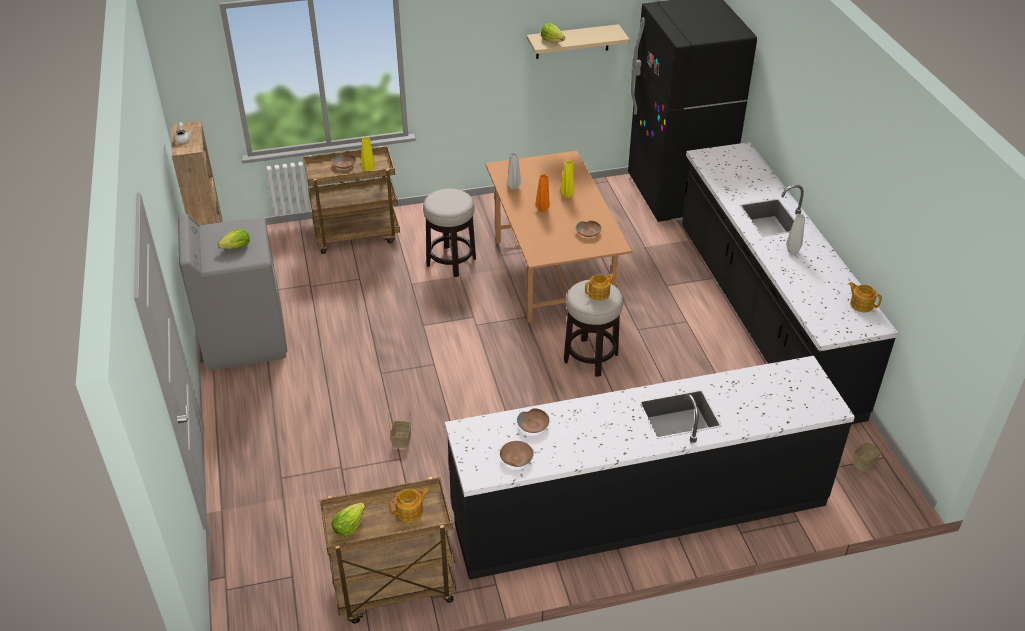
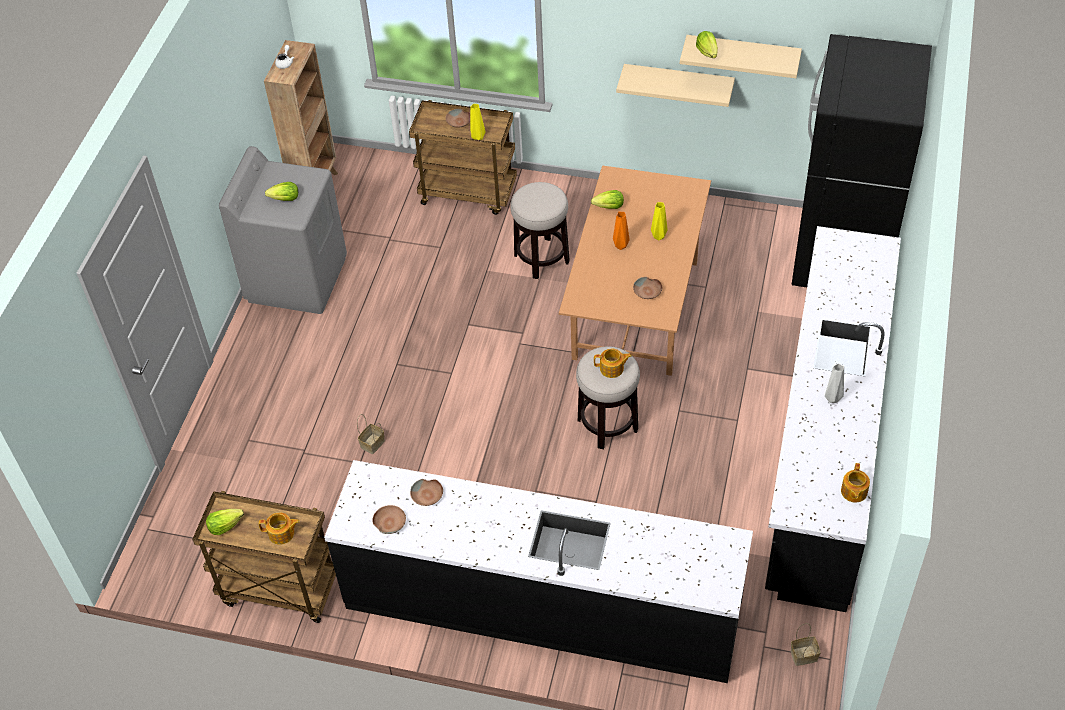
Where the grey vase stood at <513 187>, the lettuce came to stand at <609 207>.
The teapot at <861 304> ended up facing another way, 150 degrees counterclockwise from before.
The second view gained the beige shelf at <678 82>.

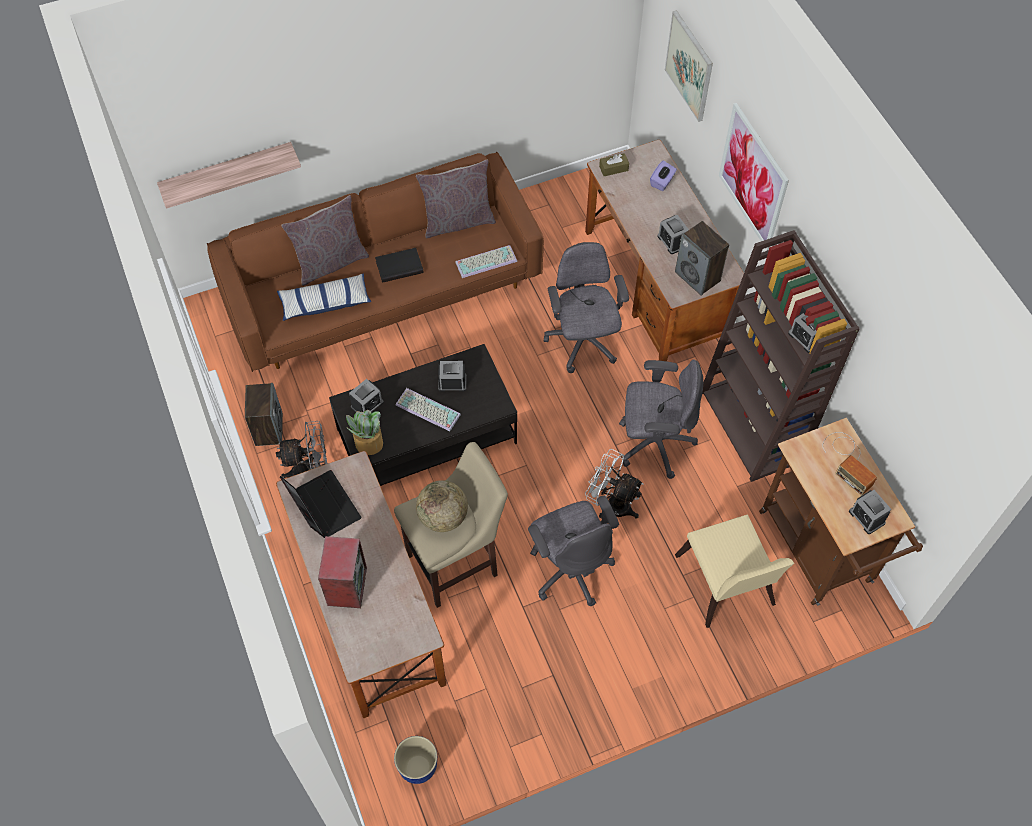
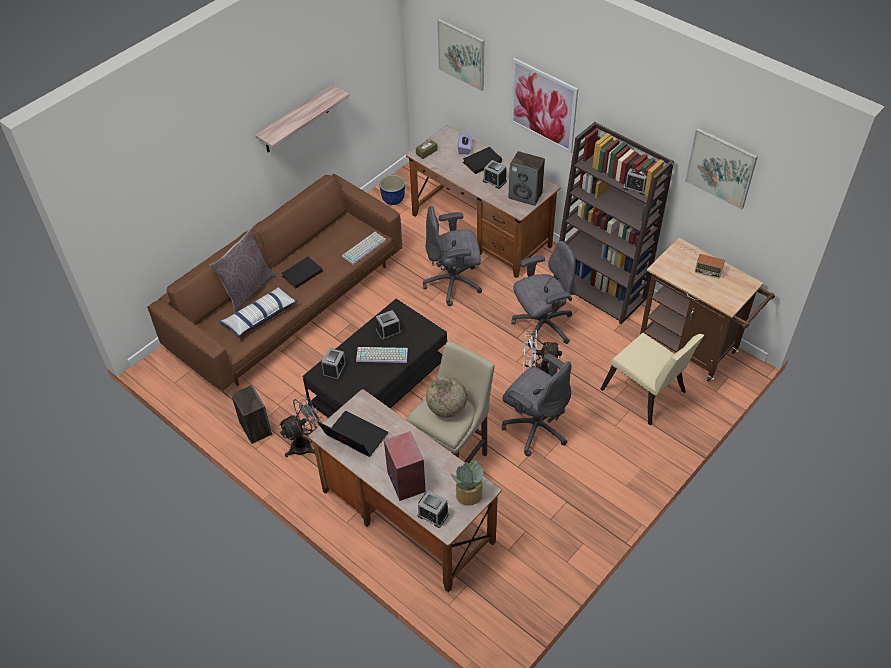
The shelf ended up elsewhere, having gone from <228 173> to <296 120>.
The second view lost the grey pillow at <457 221>.
The grey office chair at <583 343> ended up facing another way, 60 degrees counterclockwise from before.
The potted plant ended up elsewhere, having gone from <368 443> to <468 495>.
The alarm clock ended up elsewhere, having gone from <866 517> to <433 514>.
The planter ended up elsewhere, having gone from <417 767> to <393 200>.
The second view gained the picture at <720 168>.
The second view gained the black book at <482 161>.

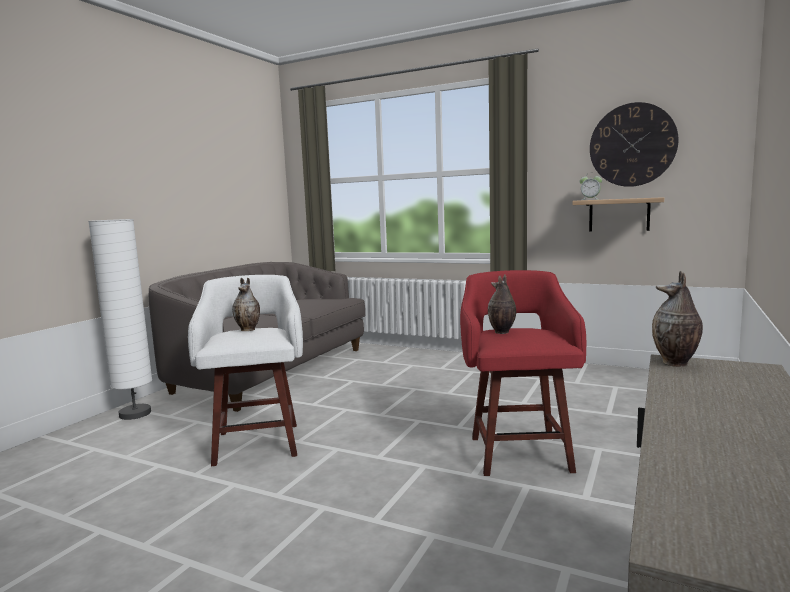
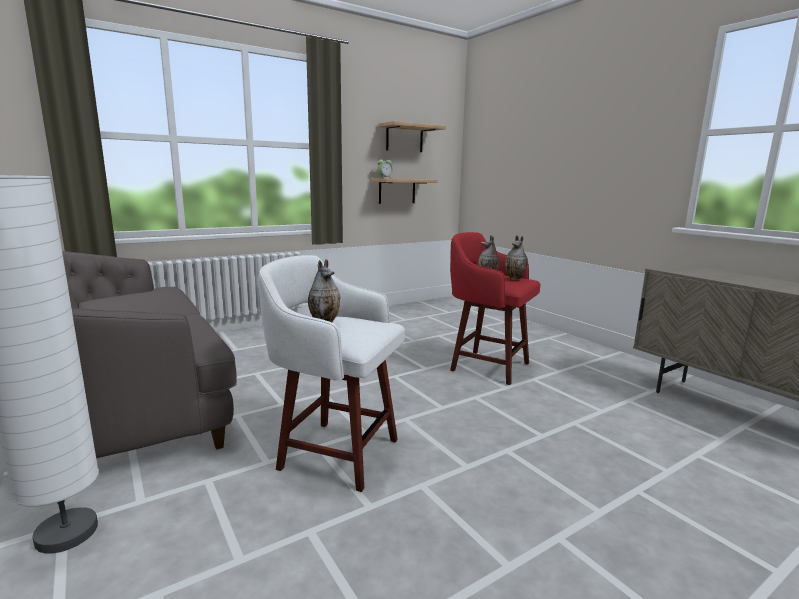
Where the wall clock hung at <632 145>, the shelf came to hang at <404 138>.
The vase ended up elsewhere, having gone from <676 363> to <515 279>.

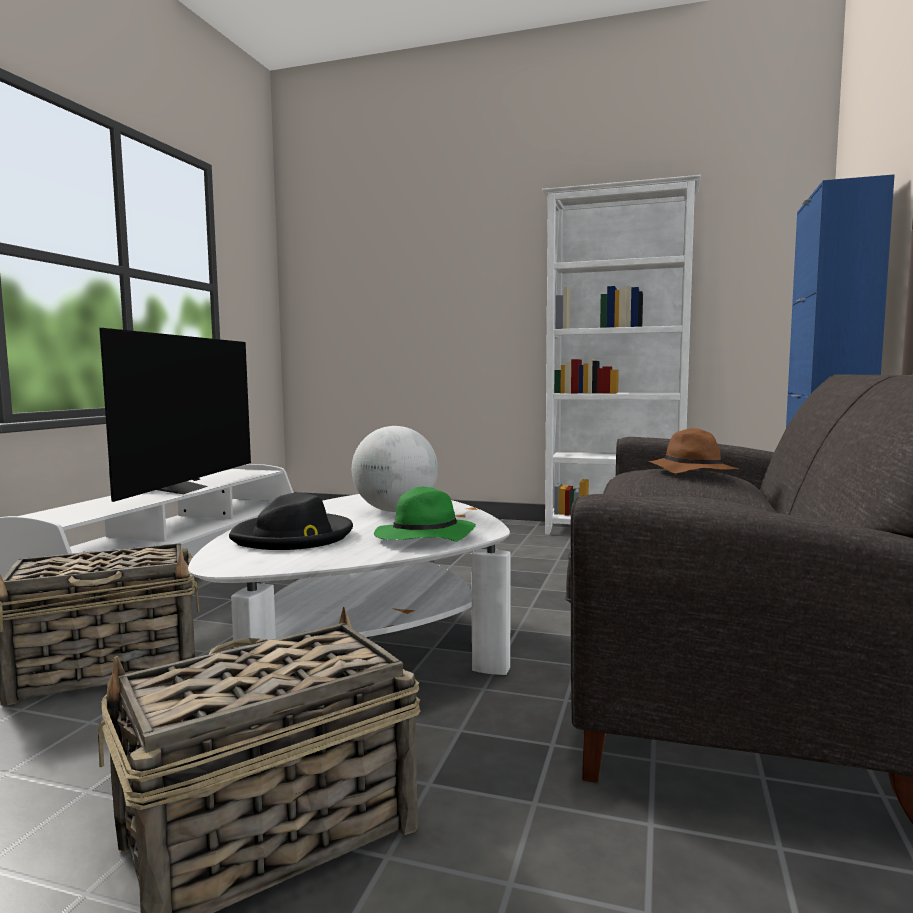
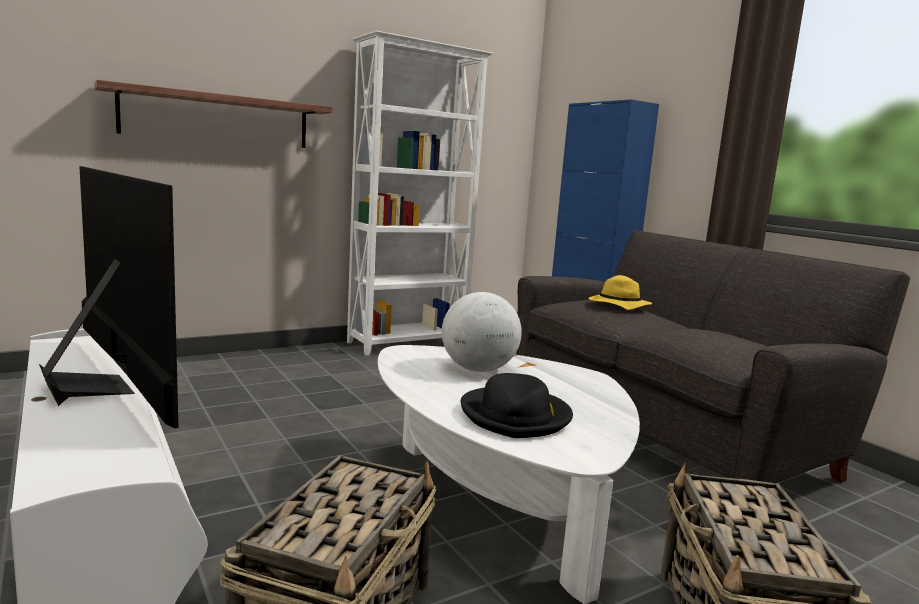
What was the brown hat at <690 472> turned into the yellow hat at <618 305>.
The second view lost the green hat at <424 538>.
The second view gained the shelf at <217 119>.

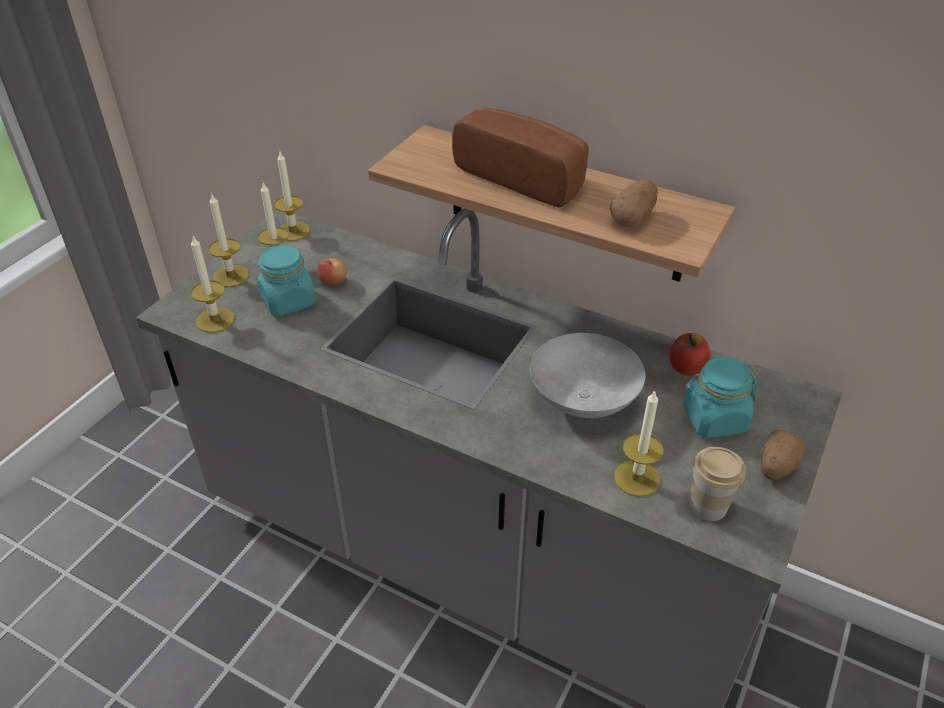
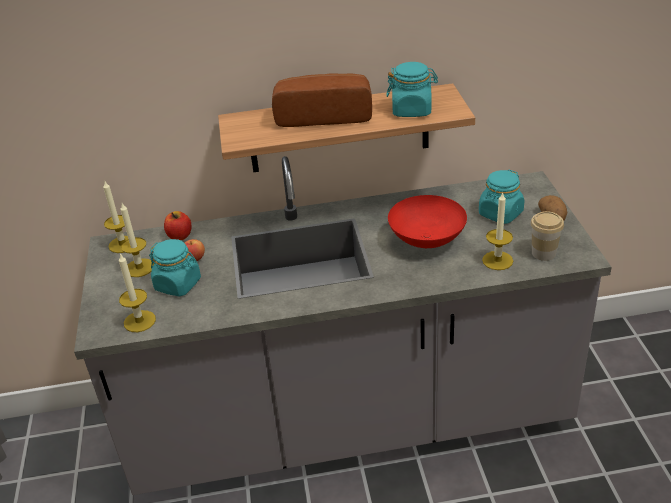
Where the potato stood at <633 219>, the turquoise jar came to stand at <412 110>.
The second view lost the candle at <231 276>.
What was the grey bowl at <581 401> turned into the red bowl at <426 241>.
The apple ended up elsewhere, having gone from <686 368> to <180 236>.

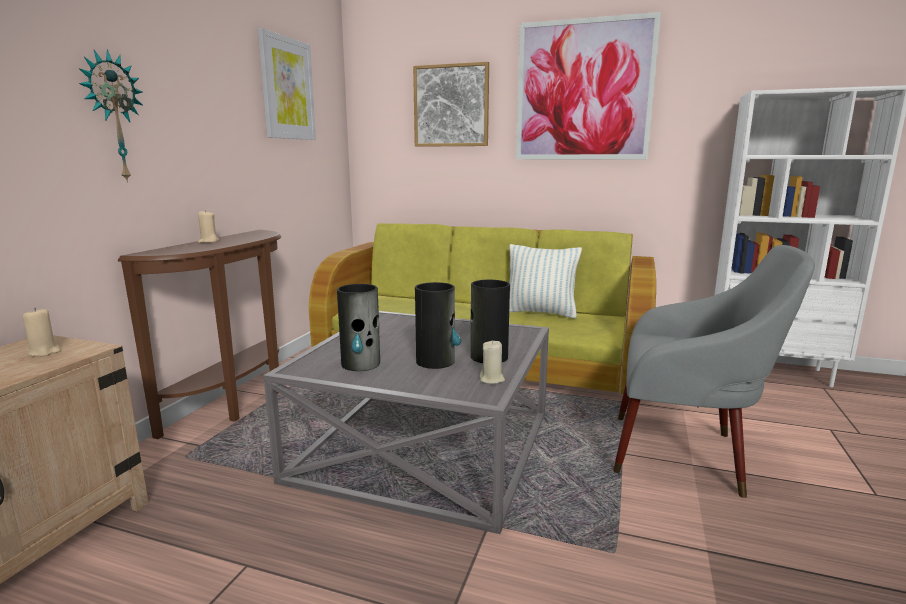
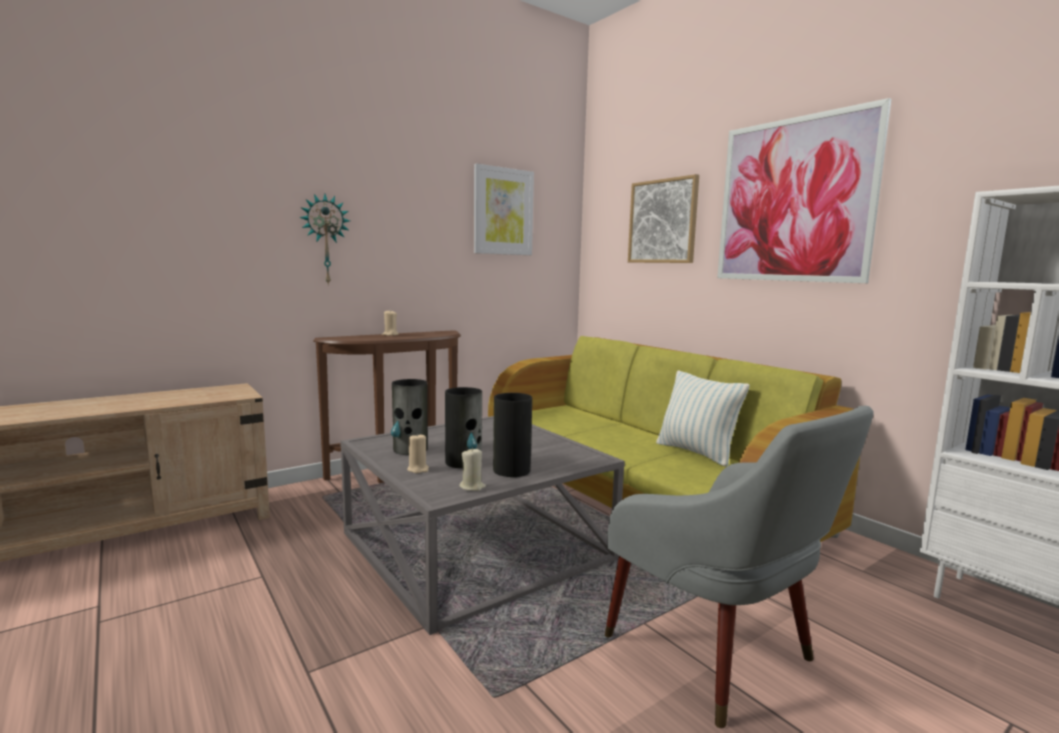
The beige candle ended up elsewhere, having gone from <44 352> to <418 469>.

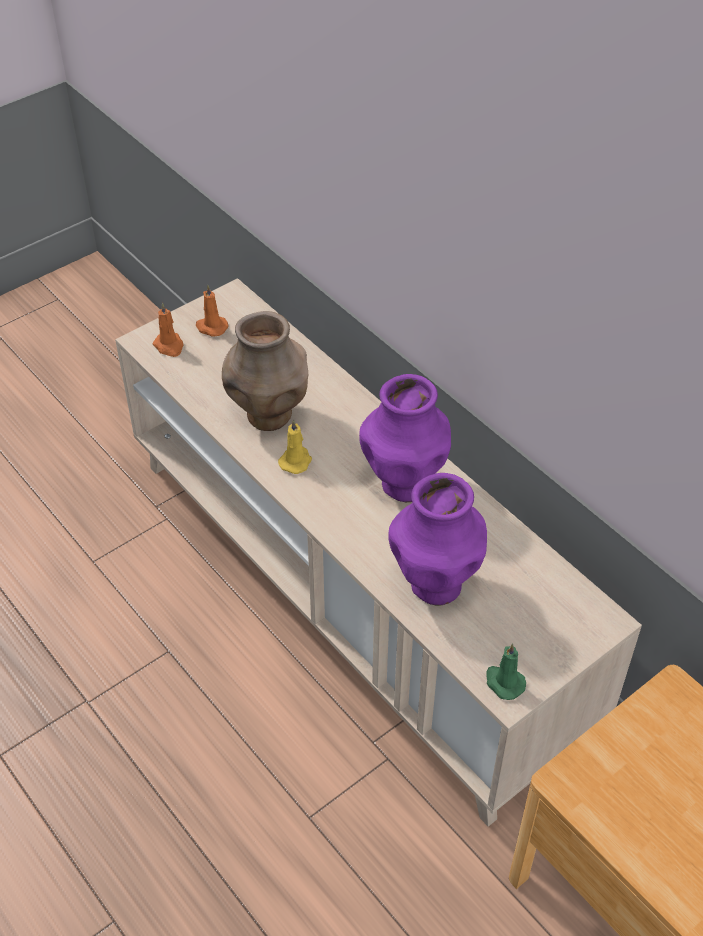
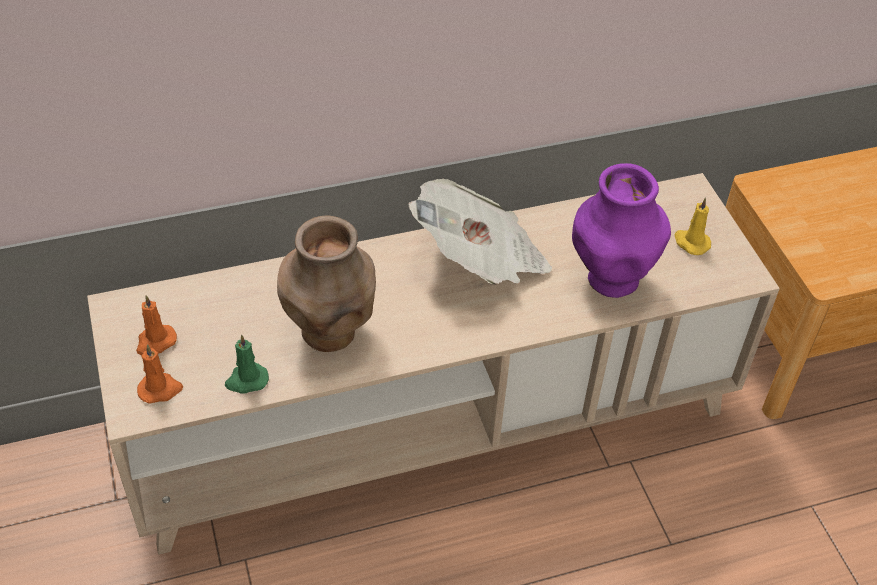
Where the purple vase stood at <404 483>, the newspaper came to stand at <480 260>.
The yellow candle ended up elsewhere, having gone from <296 461> to <691 242>.
The green candle ended up elsewhere, having gone from <504 682> to <246 380>.

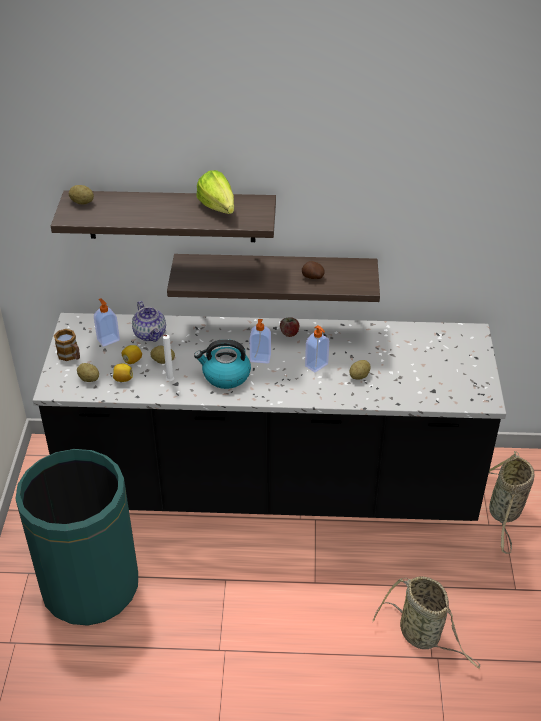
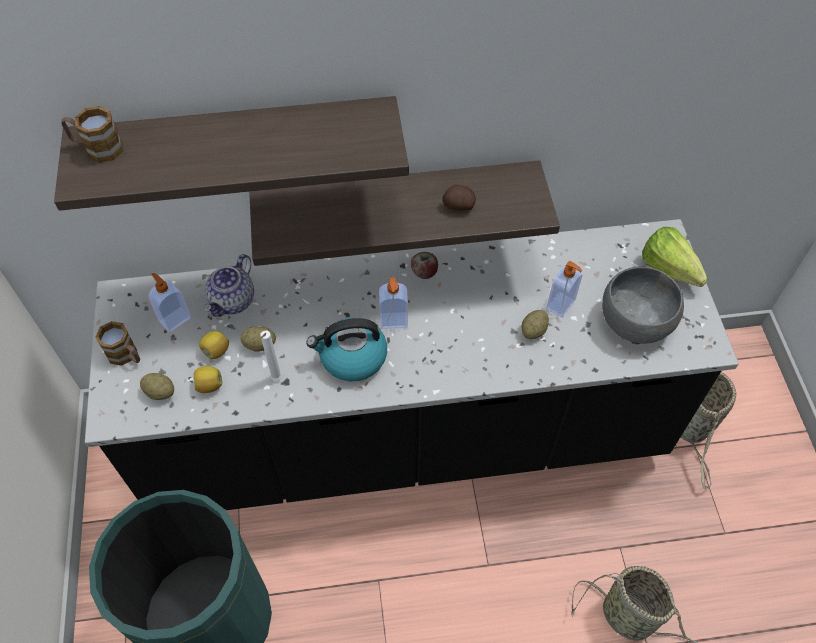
The lettuce ended up elsewhere, having gone from <219 210> to <672 274>.
Where the potato stood at <82 202>, the mug came to stand at <97 148>.
The teapot at <150 334> ended up facing another way, 60 degrees clockwise from before.
The soap dispenser ended up elsewhere, having gone from <317 365> to <561 305>.
The second view gained the grey bowl at <636 321>.

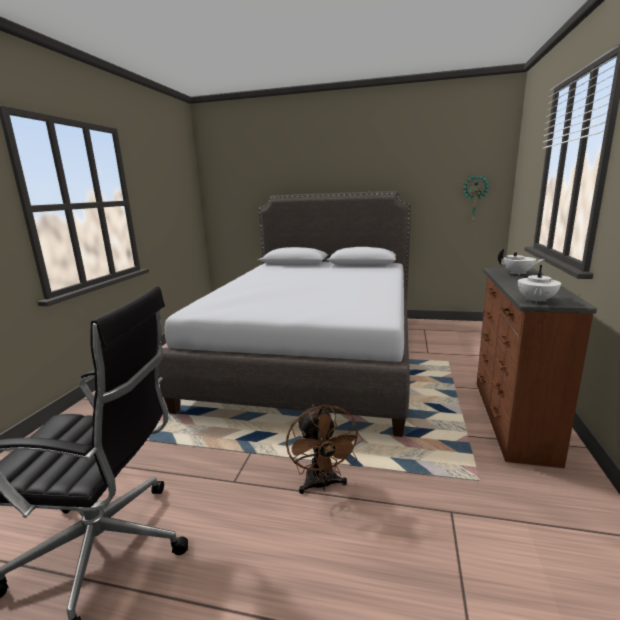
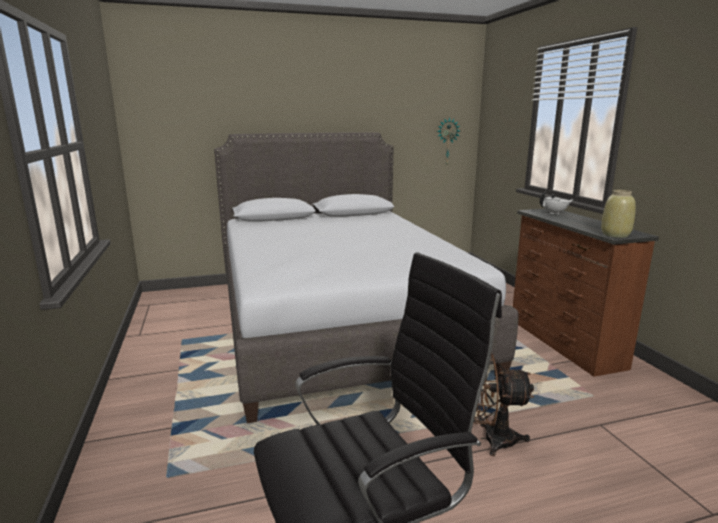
Where the white teapot stood at <535 301>, the beige vase came to stand at <615 235>.
The brown fan at <322 485> ended up facing another way, 135 degrees clockwise from before.

